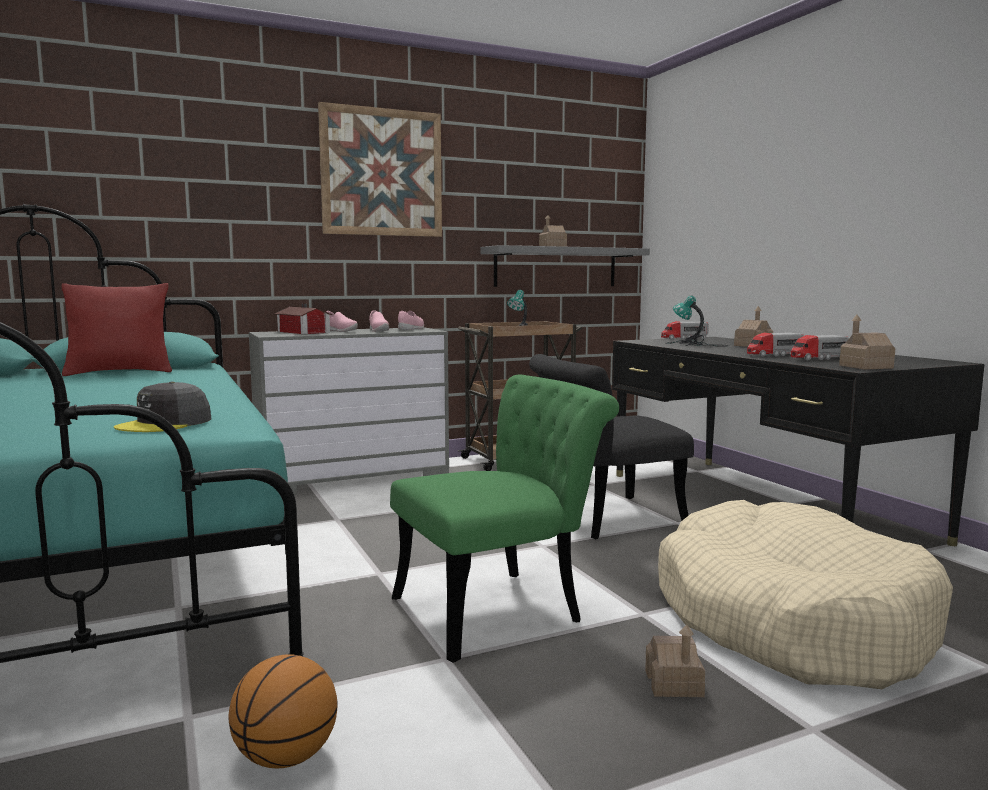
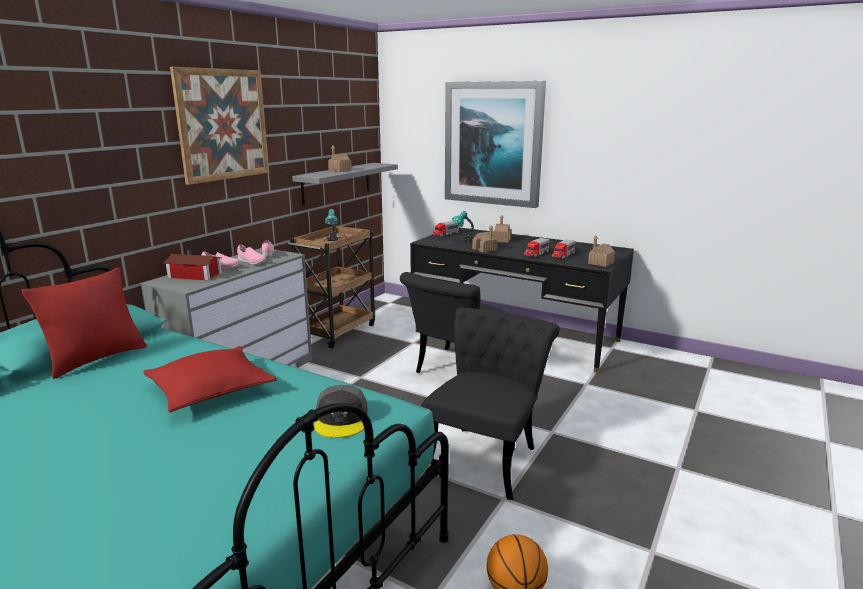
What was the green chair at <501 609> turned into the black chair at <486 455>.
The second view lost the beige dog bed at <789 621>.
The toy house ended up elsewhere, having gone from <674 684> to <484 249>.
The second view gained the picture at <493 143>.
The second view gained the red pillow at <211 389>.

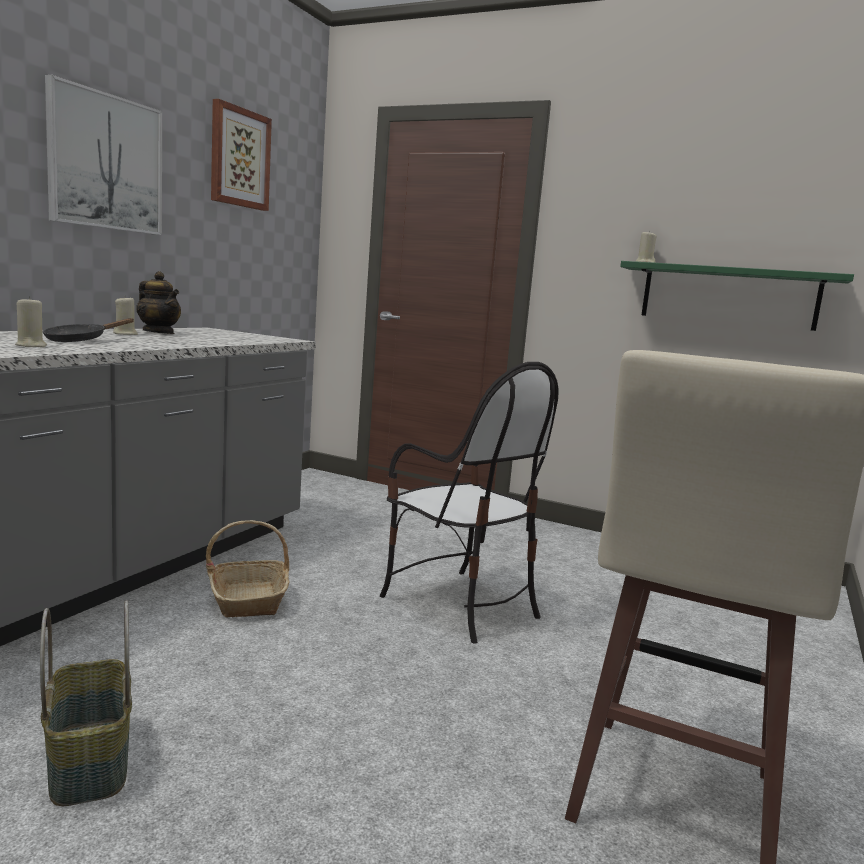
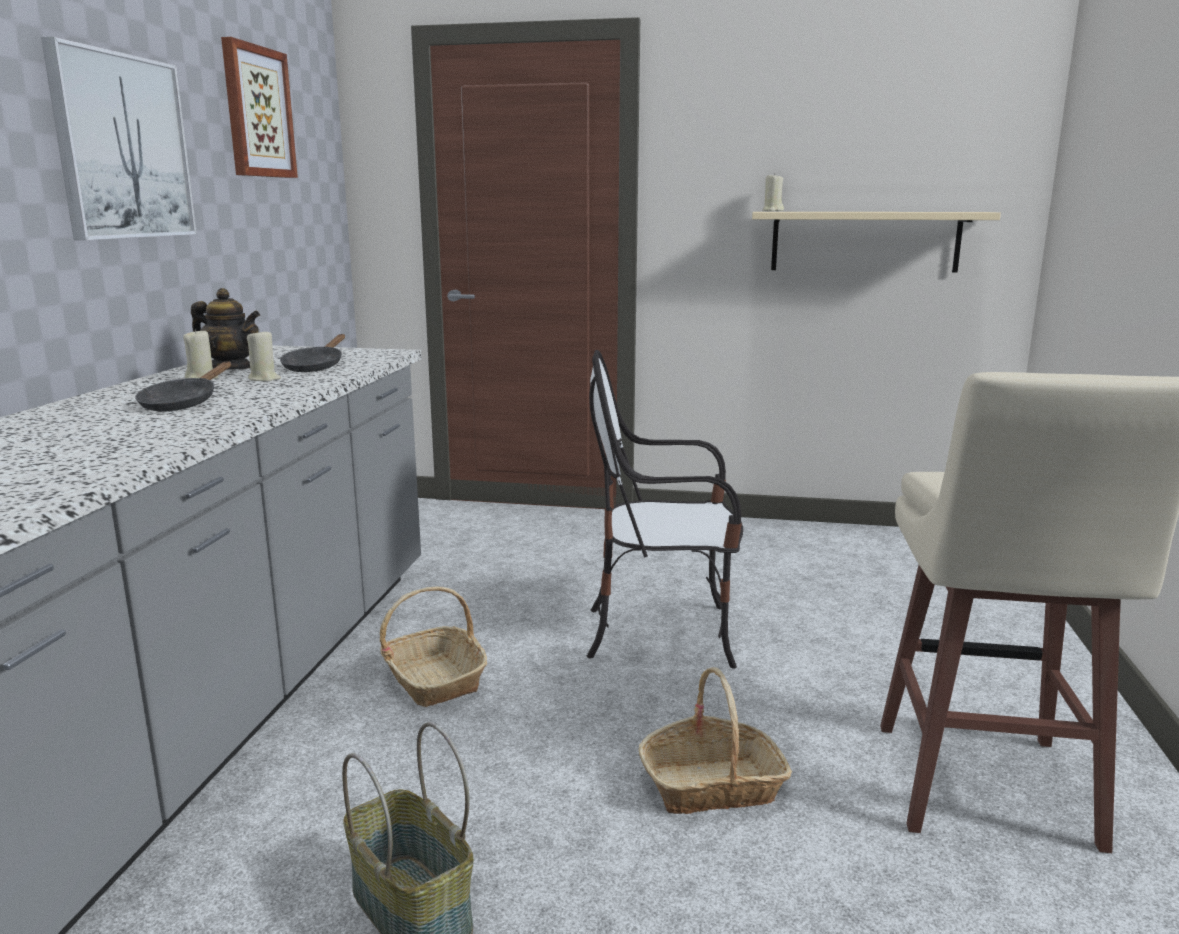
What was the green shelf at <728 296> turned into the beige shelf at <865 241>.
The beige candle ended up elsewhere, having gone from <31 346> to <264 379>.
The chair at <459 604> ended up facing another way, 150 degrees clockwise from before.
The second view gained the black frying pan at <315 367>.
The second view gained the basket at <712 785>.

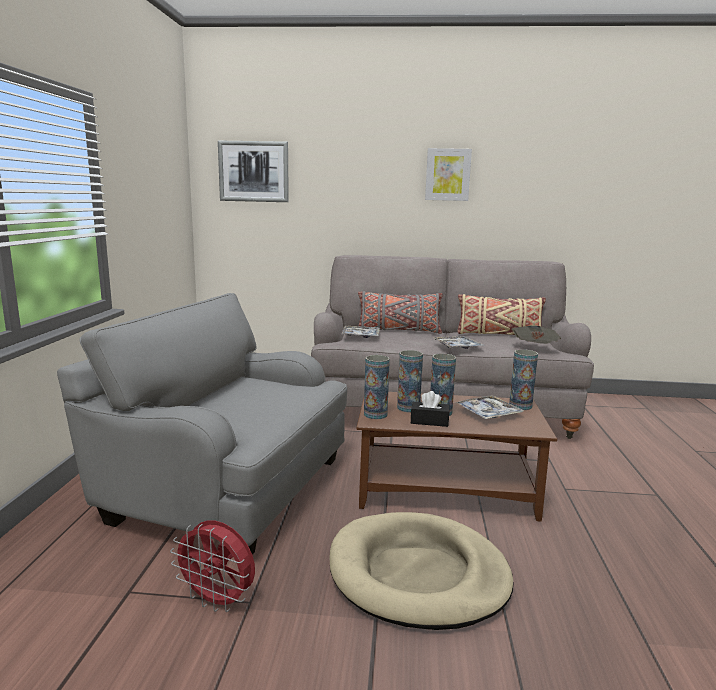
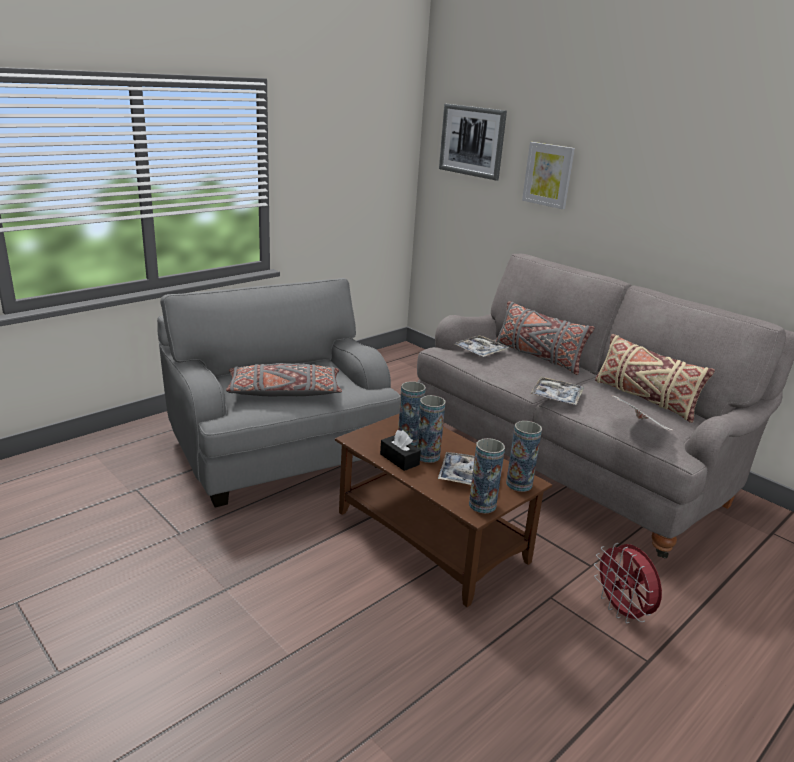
The picture ended up elsewhere, having gone from <447 174> to <548 175>.
The vase ended up elsewhere, having gone from <375 414> to <482 505>.
The second view lost the beige dog bed at <418 574>.
The red fan ended up elsewhere, having gone from <218 601> to <622 611>.
The second view gained the grey pillow at <284 392>.

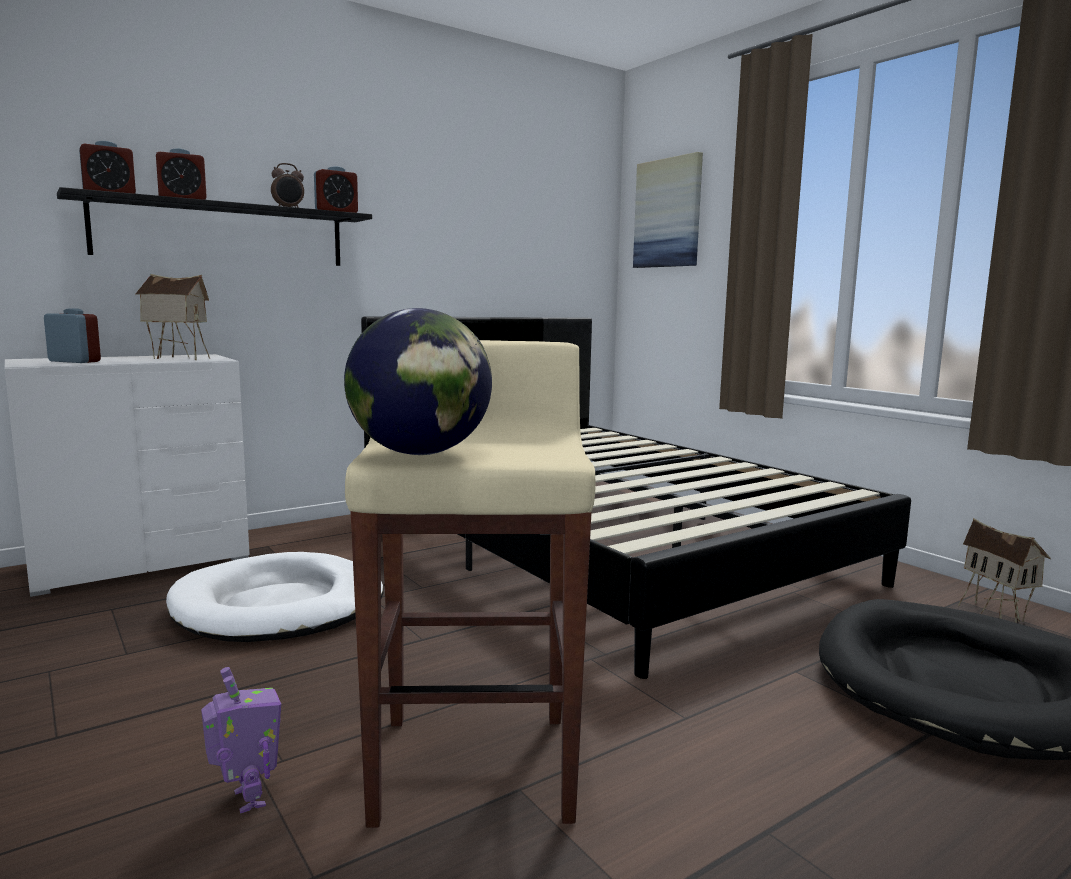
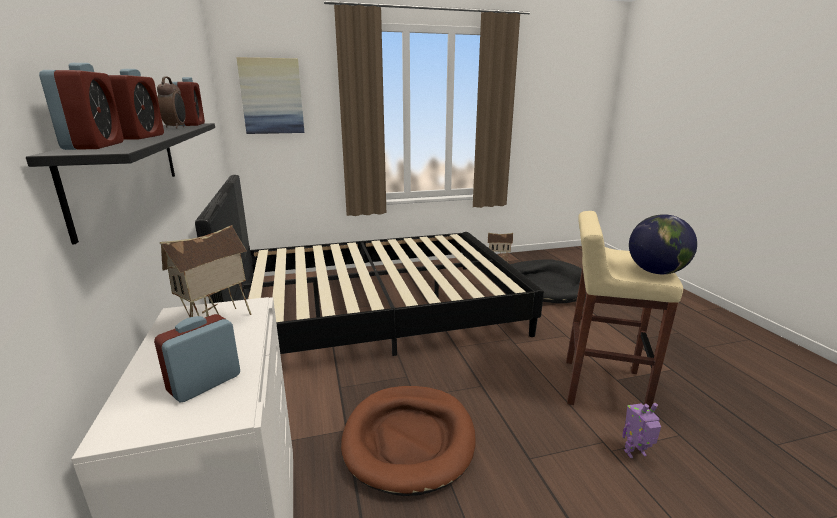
What was the white dog bed at <279 606> turned into the brown dog bed at <409 440>.

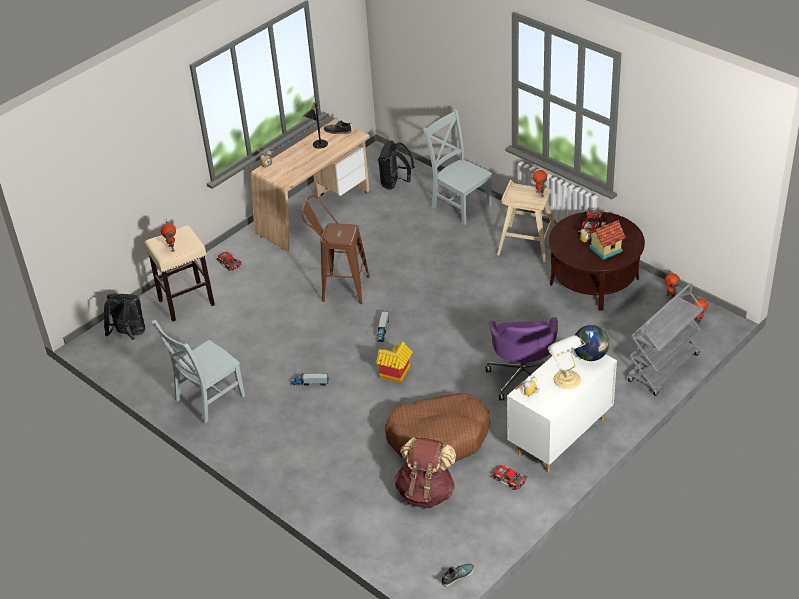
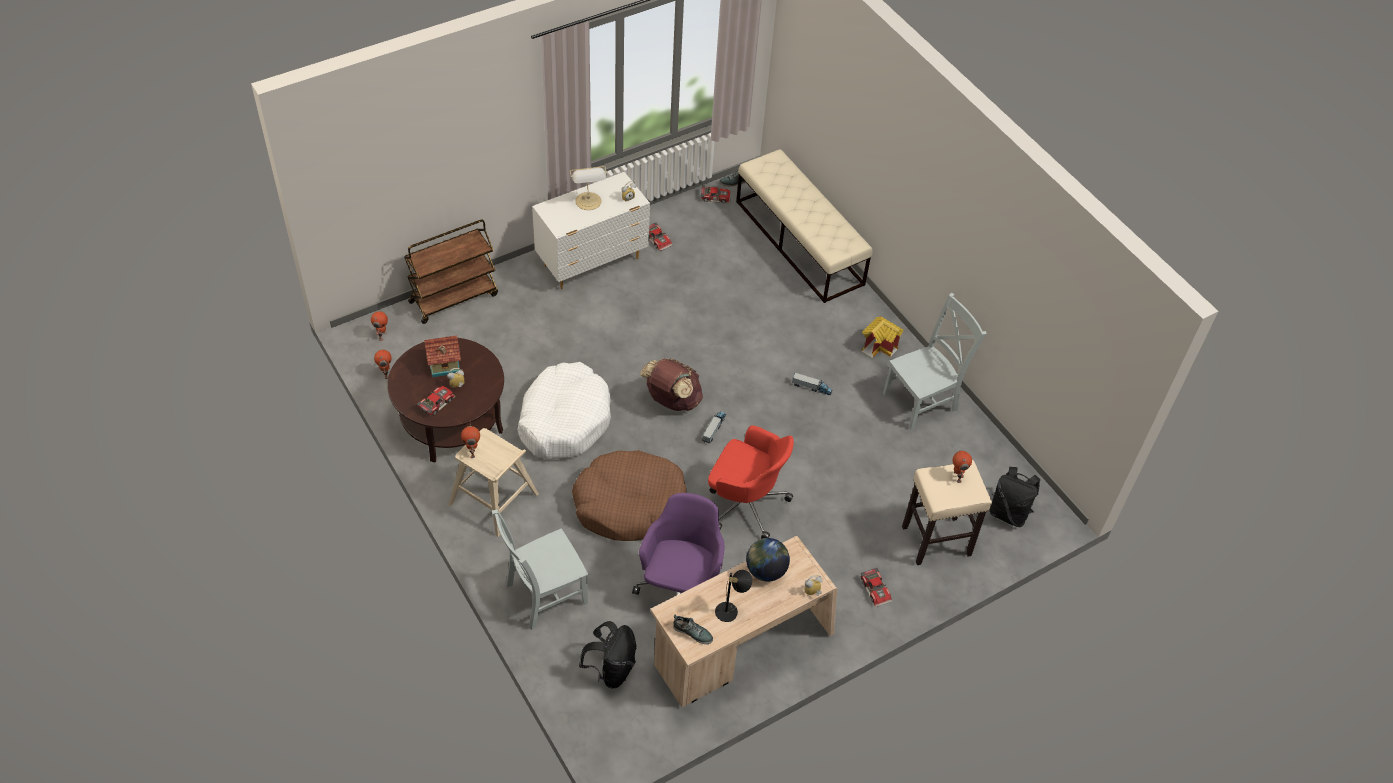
The grey chair at <459 205> ended up facing another way, 90 degrees clockwise from before.
Where the brown stool stood at <339 288>, the red office chair came to stand at <745 503>.
What was the grey cart at <663 368> turned into the brown cart at <454 298>.
The purple office chair ended up elsewhere, having gone from <523 376> to <681 588>.
The globe ended up elsewhere, having gone from <590 356> to <765 570>.
The toy house ended up elsewhere, having gone from <395 375> to <880 347>.
The brown dog bed ended up elsewhere, having gone from <439 437> to <630 505>.
The brown backpack ended up elsewhere, having gone from <426 492> to <672 400>.
The second view gained the beige bench at <799 243>.
The second view gained the toy car at <715 197>.
The second view gained the white dog bed at <564 420>.

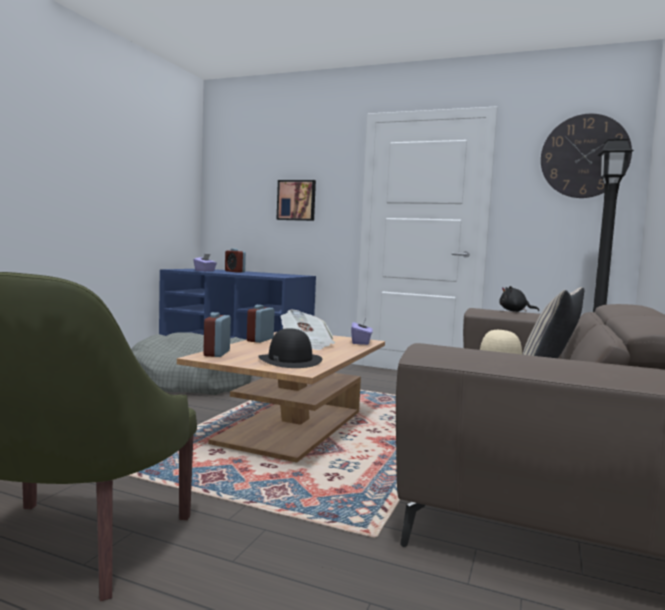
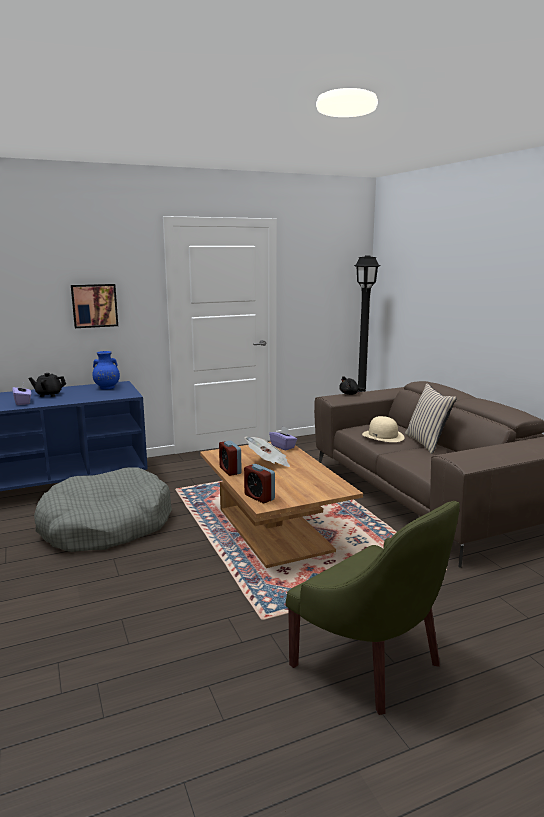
The second view lost the wall clock at <584 156>.
Where the alarm clock stood at <234 271>, the black teapot came to stand at <49 394>.
The second view lost the black hat at <290 360>.
The second view gained the blue vase at <106 387>.

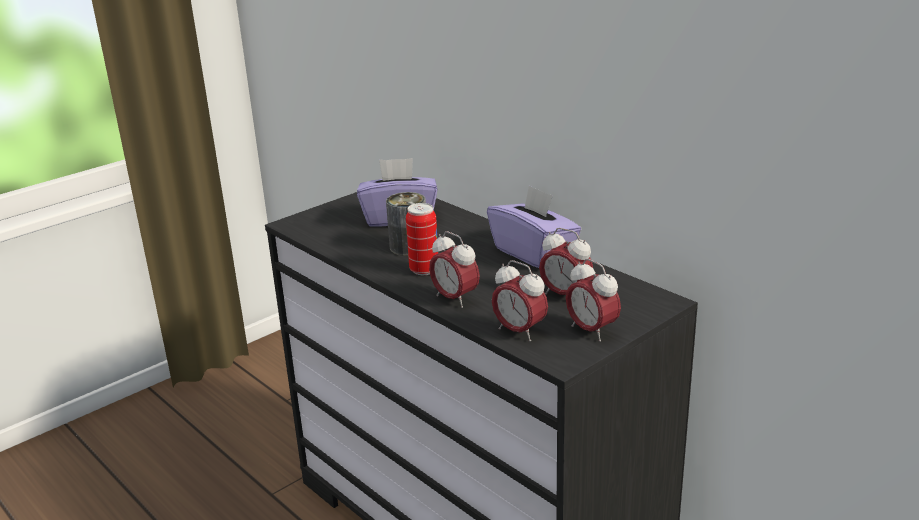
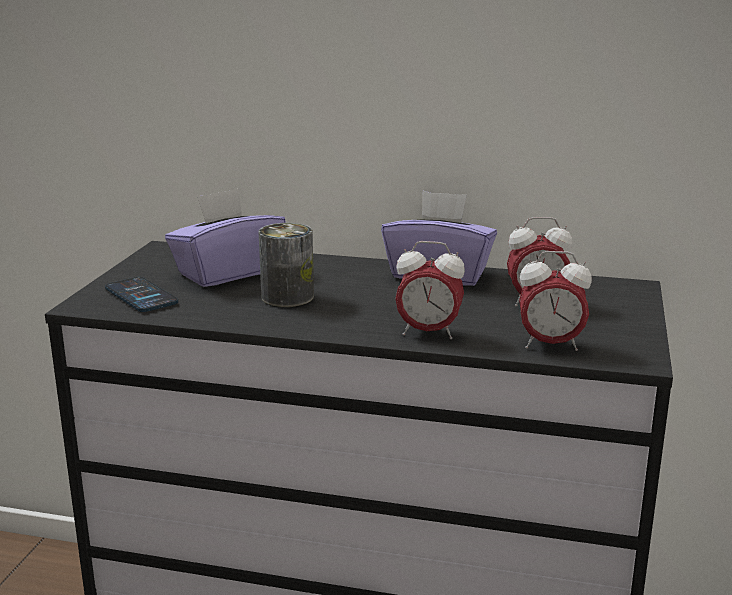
The second view lost the can at <424 270>.
The second view lost the alarm clock at <591 331>.
The second view gained the phone at <141 296>.

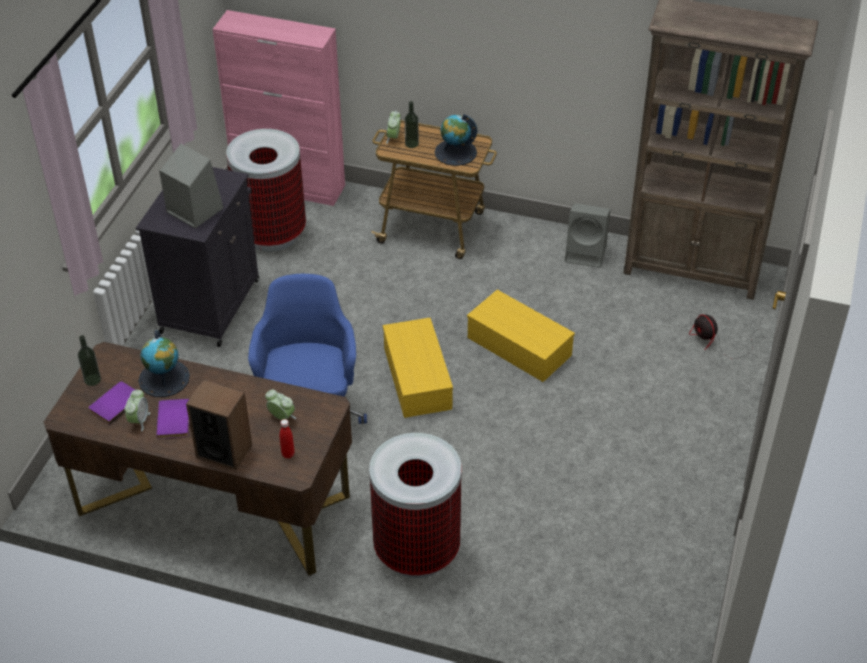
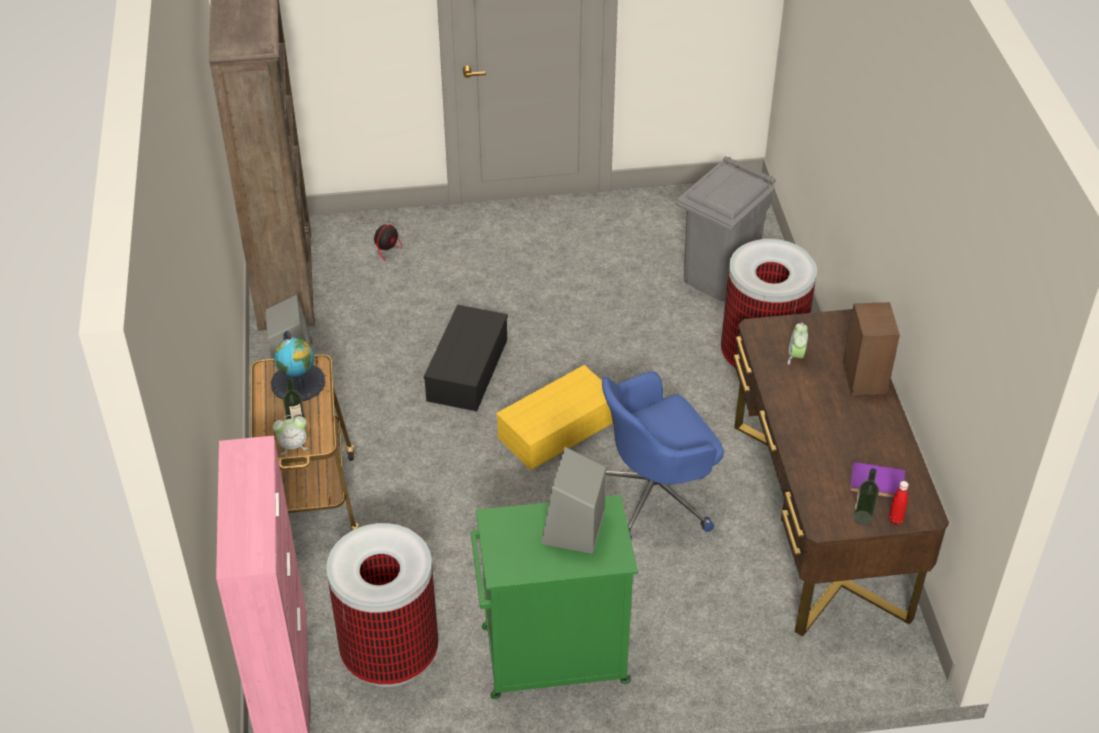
What was the black cabinet at <211 304> turned into the green cabinet at <551 656>.
What was the yellow storage box at <521 346> turned into the black storage box at <467 368>.
The second view lost the globe at <164 378>.
The second view lost the alarm clock at <139 420>.
The second view lost the purple book at <175 420>.
The red bottle ended up elsewhere, having gone from <288 454> to <895 520>.
The second view gained the grey trash can at <719 277>.

